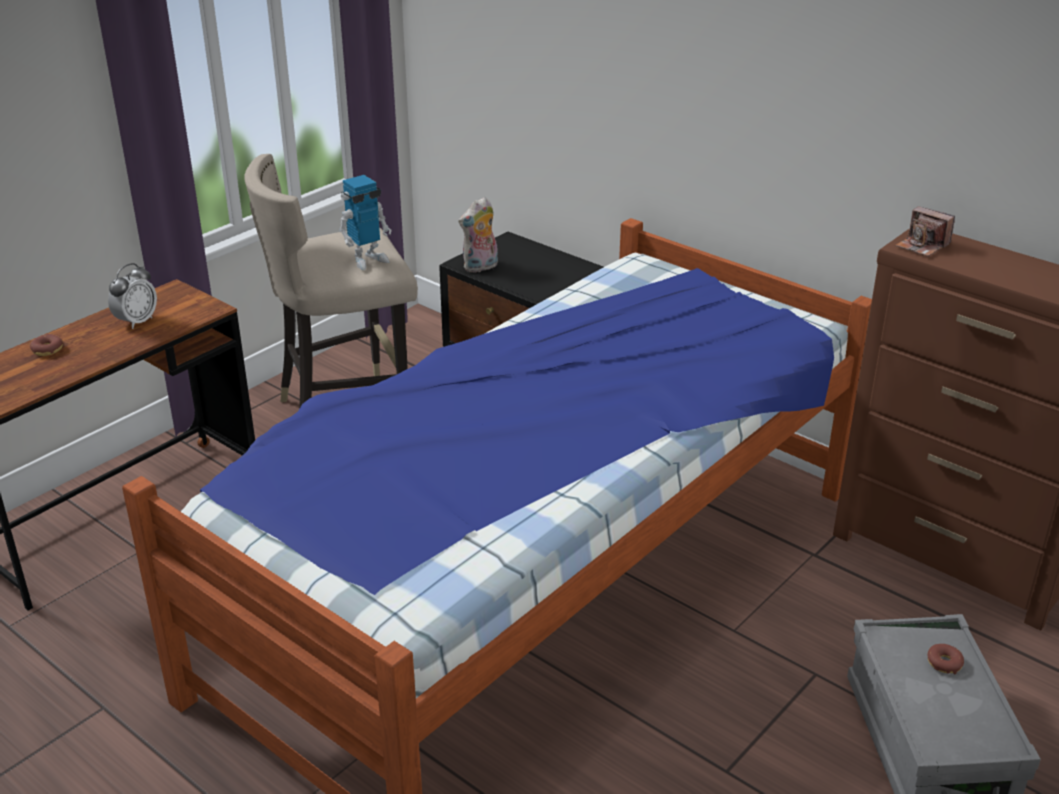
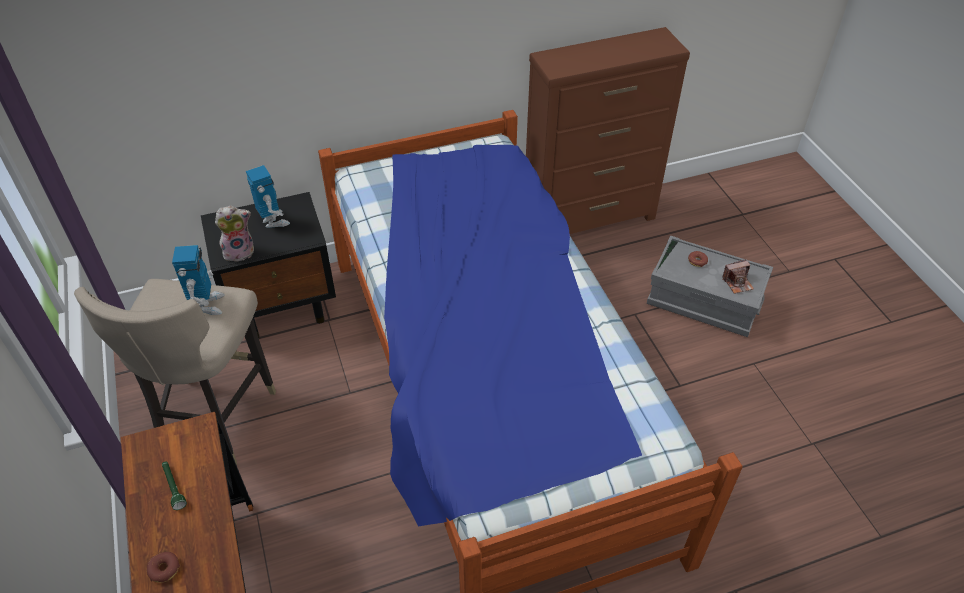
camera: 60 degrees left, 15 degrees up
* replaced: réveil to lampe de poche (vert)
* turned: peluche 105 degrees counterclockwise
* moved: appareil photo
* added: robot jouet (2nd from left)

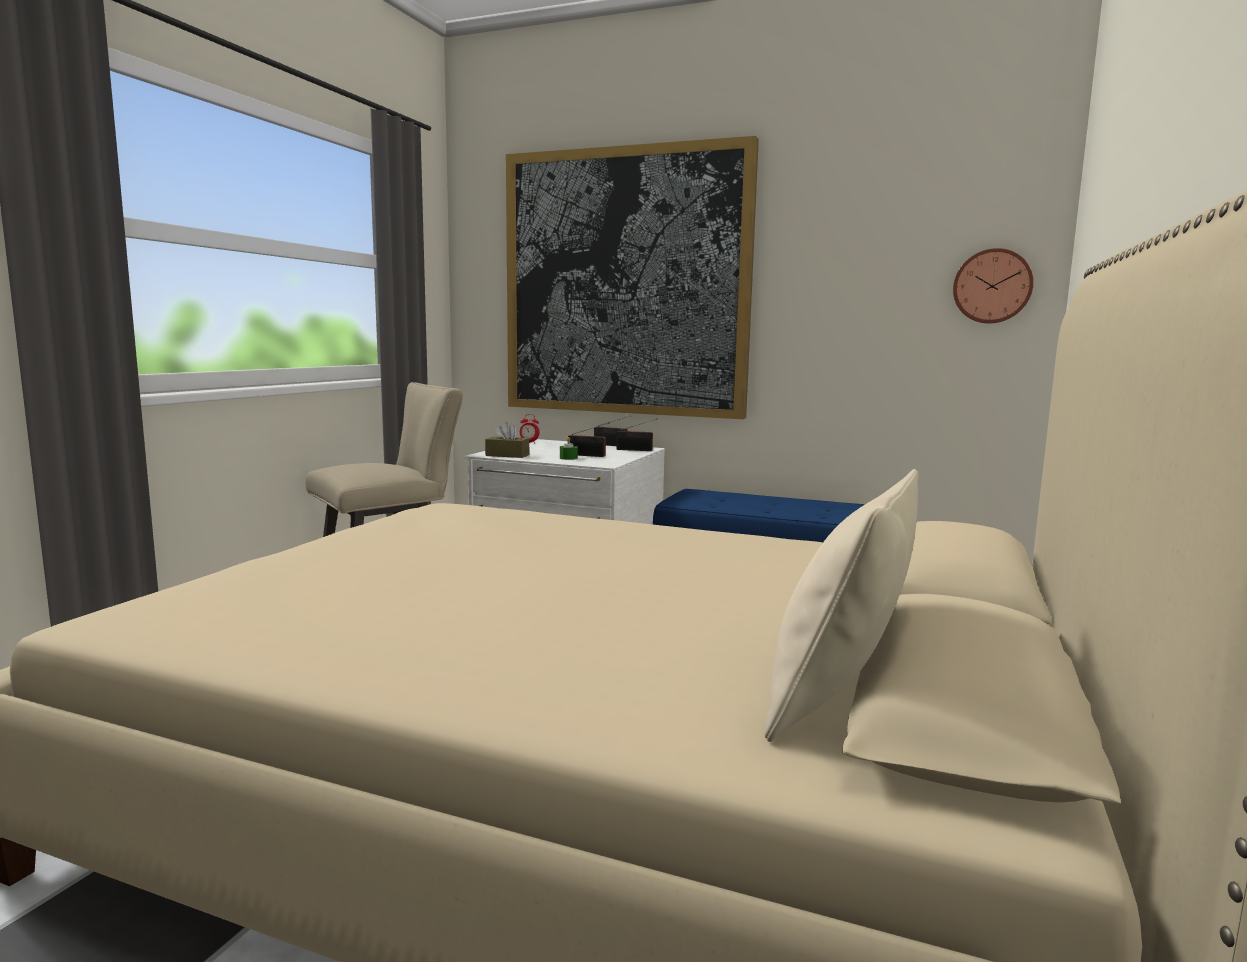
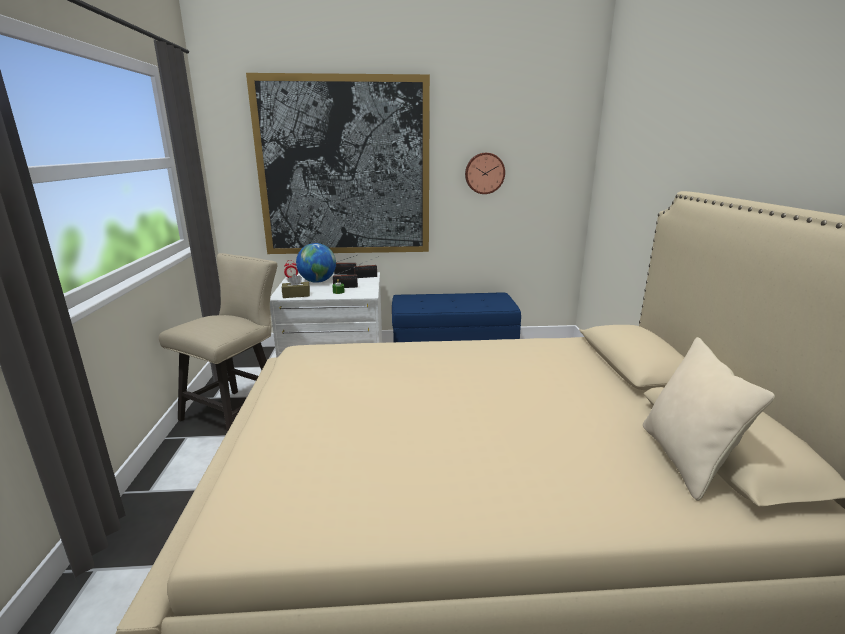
camera: 25 degrees left, 10 degrees up
* moved: horloge murale
* added: globe

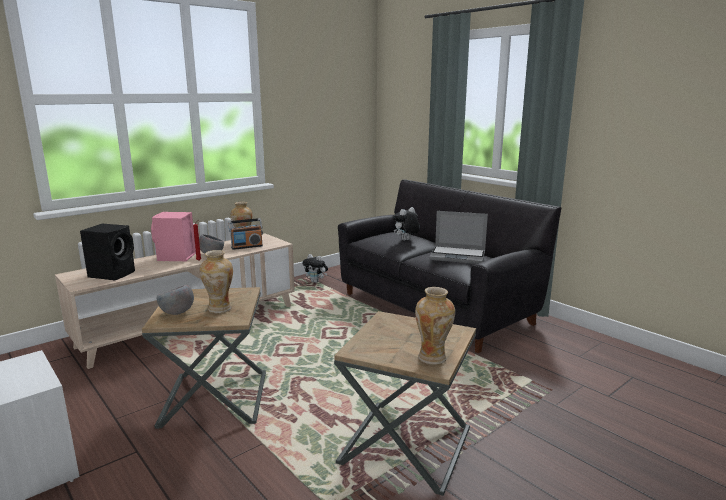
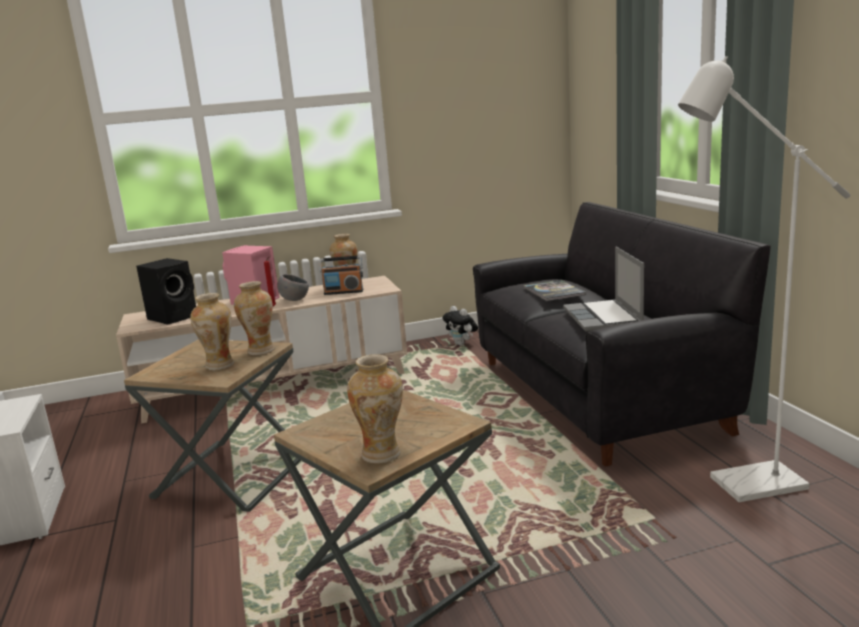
camera: 25 degrees right, 0 degrees up
* removed: bol (gris) (1st from left)
* replaced: peluche (2nd from left) to livre
* turned: ordinateur portable 45 degrees clockwise
* added: vase (2nd from left)
* added: lampadaire (blanc)

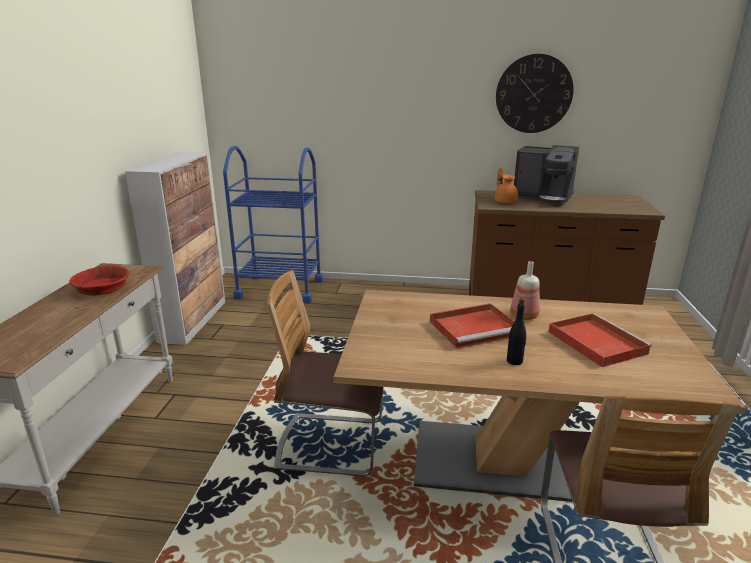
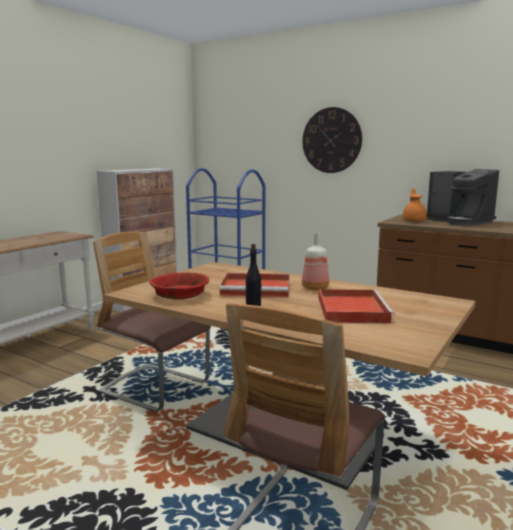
camera: 25 degrees right, 10 degrees down
* moved: bol (rouge)
* moved: horloge murale

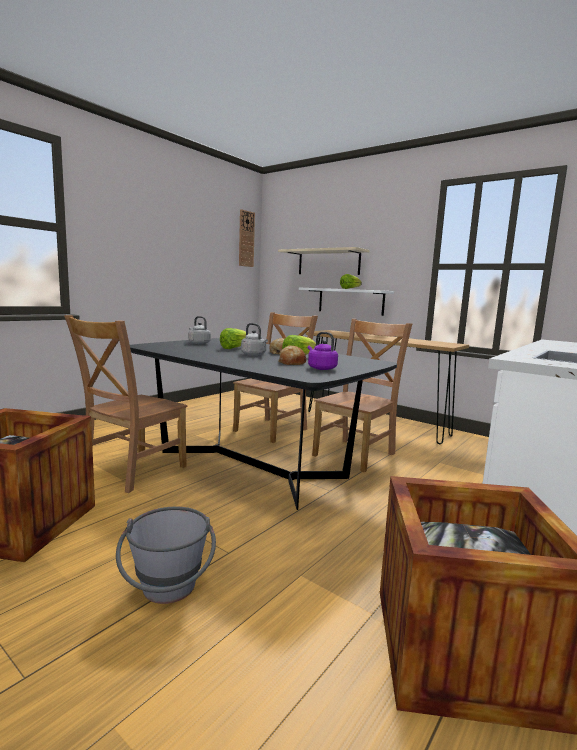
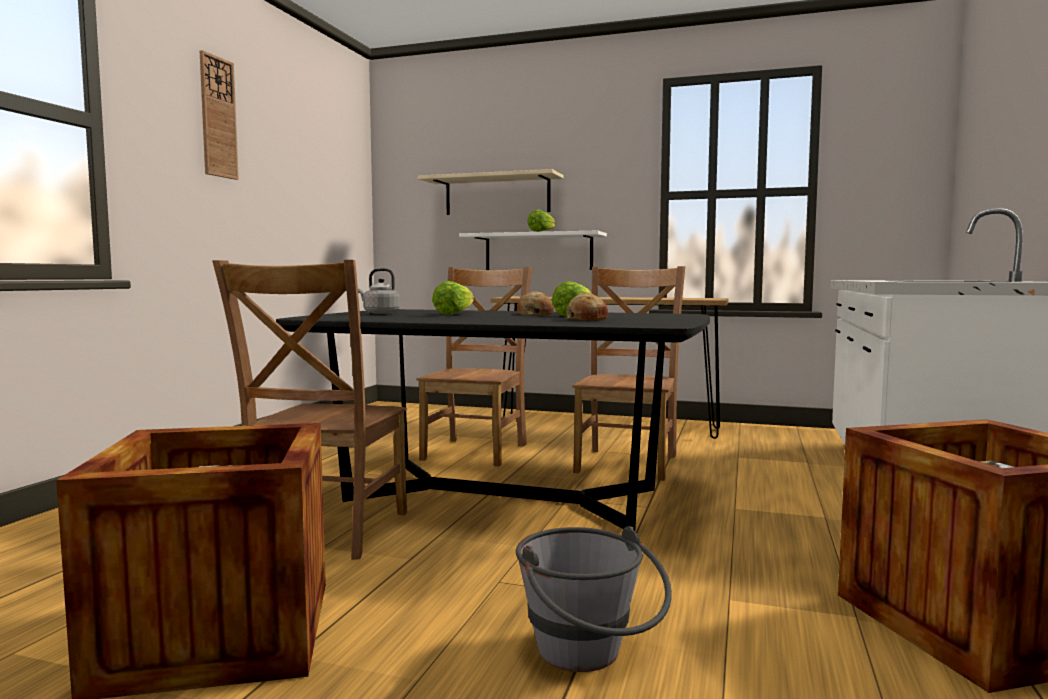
camera: 20 degrees left, 5 degrees down
* moved: horloge murale
* removed: bouilloire (gris) (2nd from left)
* removed: bouilloire (violet)

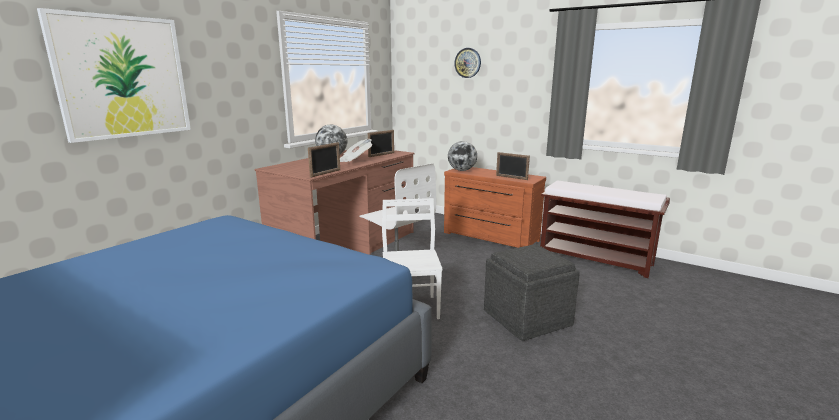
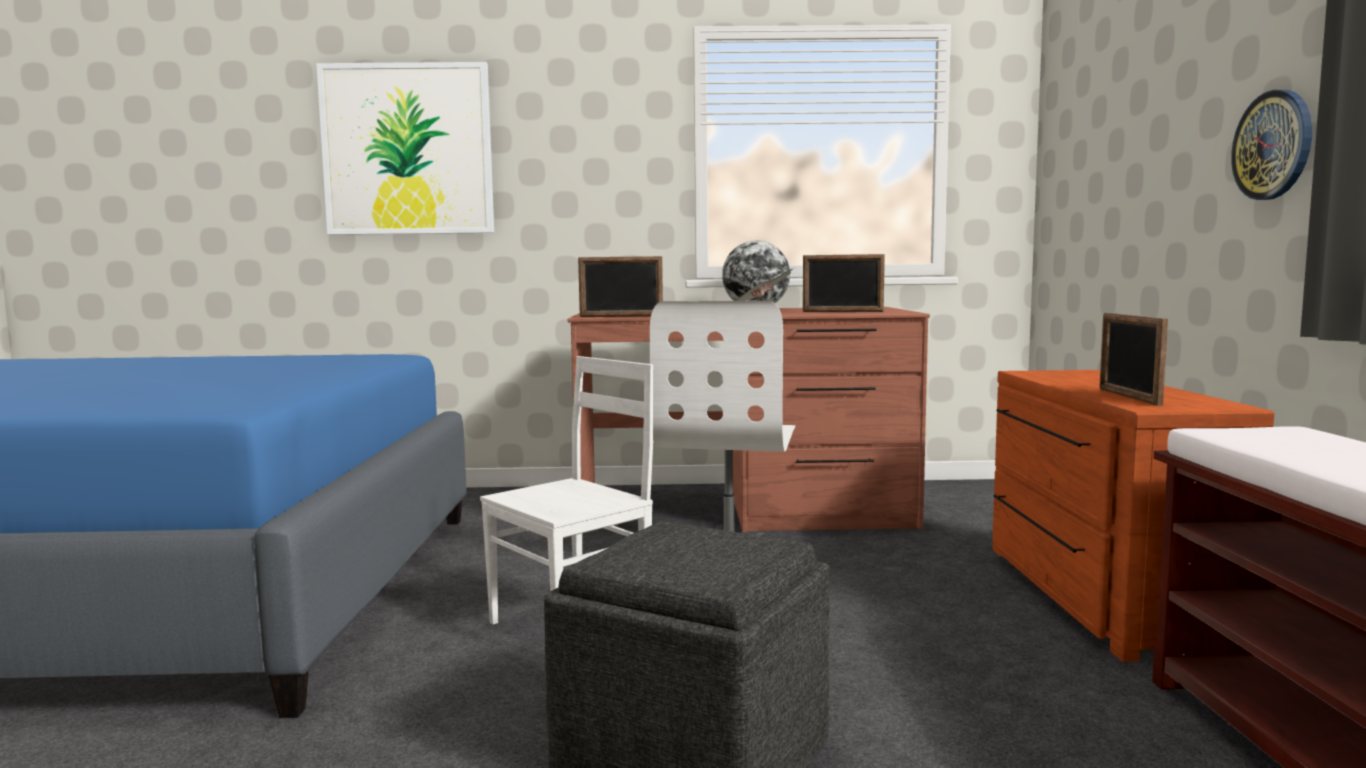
camera: 55 degrees right, 10 degrees down
* removed: globe (2nd from left)
* moved: horloge murale

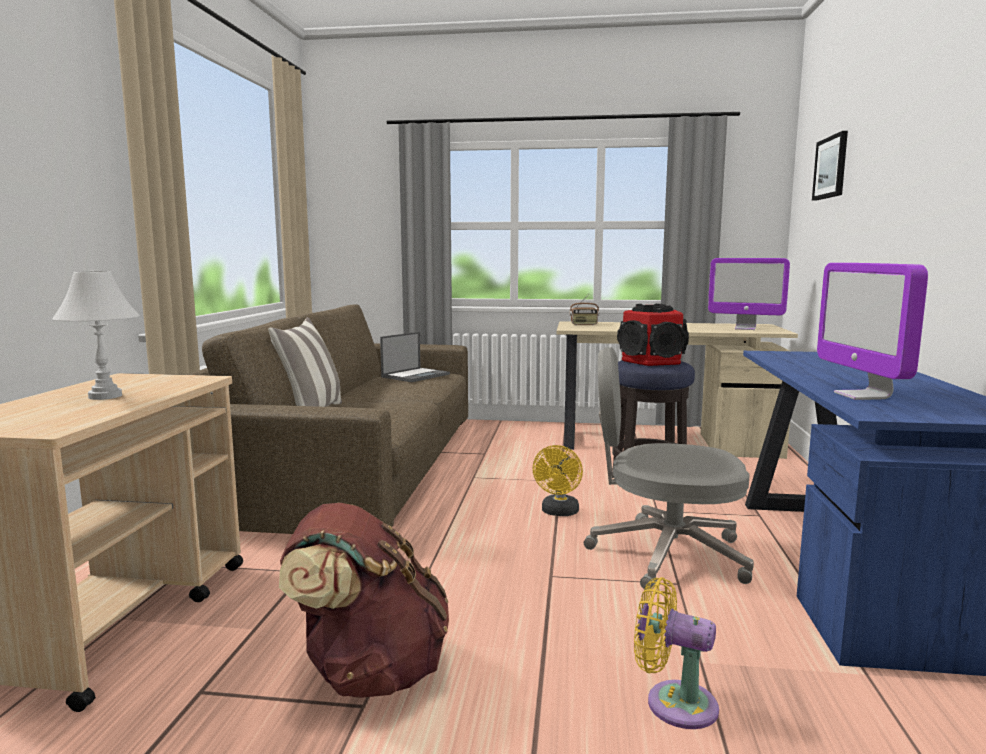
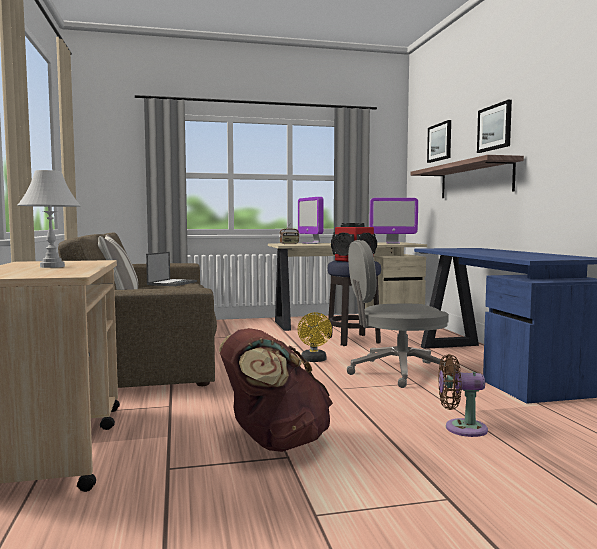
camera: 20 degrees left, 5 degrees down
* recoloured: ventilateur (jaune) (2nd from left) to ventilateur (marron)
* moved: écran d'ordinateur (2nd from left in the first image) to écran d'ordinateur (1st from left)
* added: étagère
* added: tableau (2nd from left)

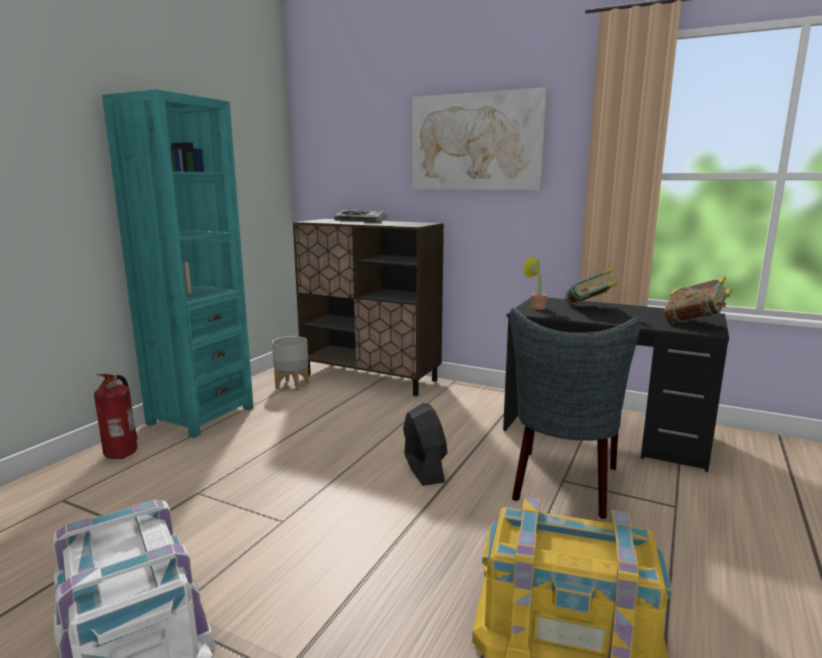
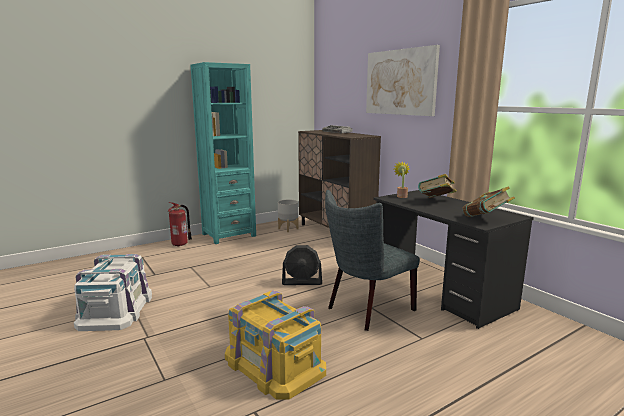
camera: 30 degrees right, 0 degrees up
* turned: ventilateur (noir) 75 degrees clockwise

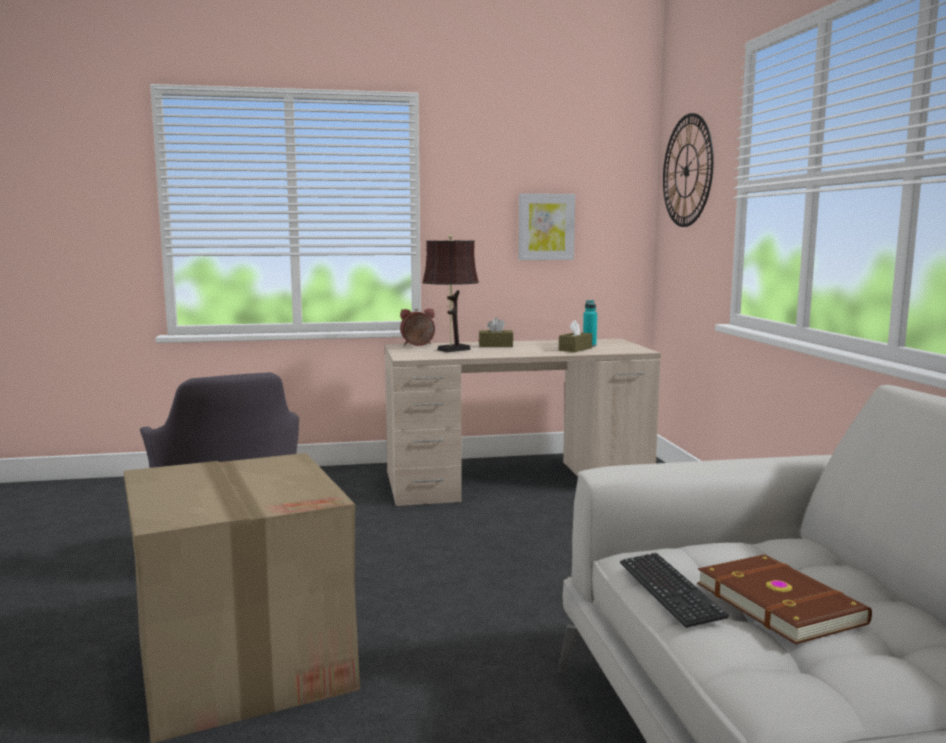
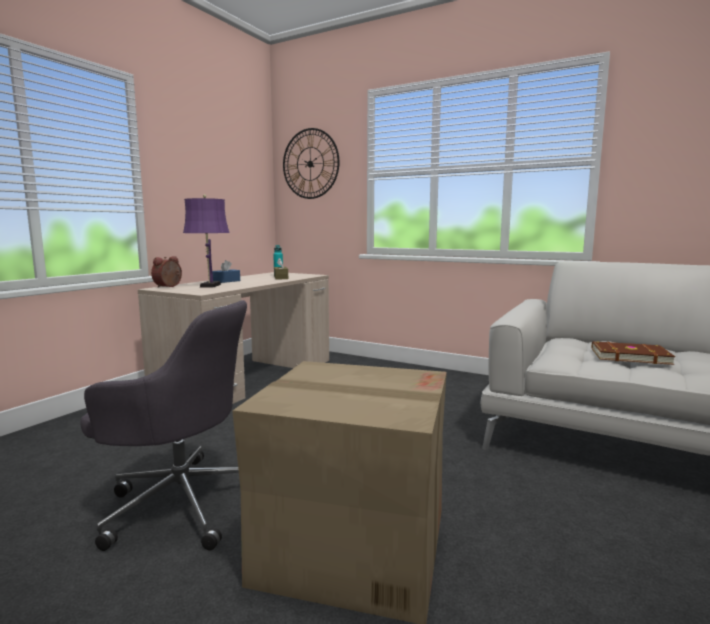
camera: 50 degrees left, 0 degrees up
* recoloured: lampe de table (marron) to lampe de table (violet)
* recoloured: boîte à mouchoirs (marron) (1st from left) to boîte à mouchoirs (bleu)
* removed: tableau
* removed: clavier

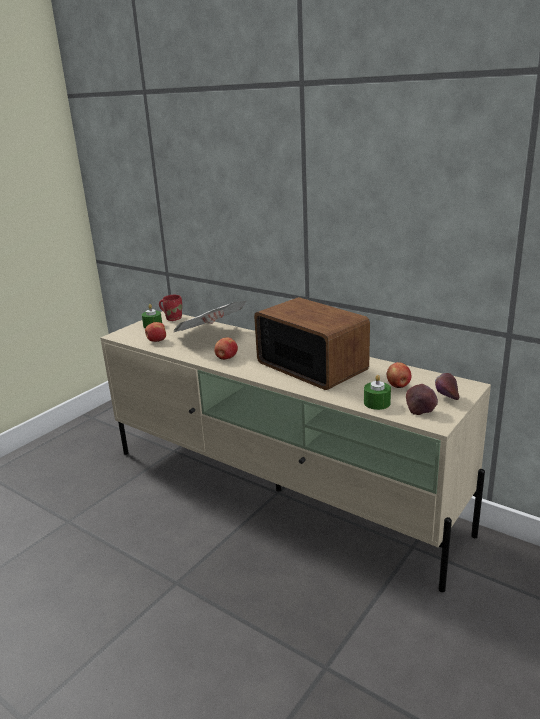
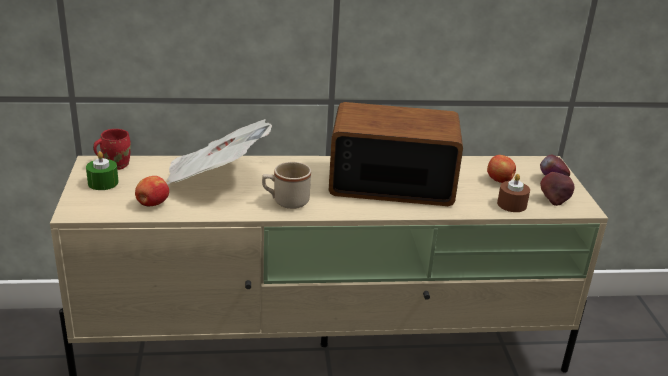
camera: 45 degrees left, 5 degrees up
* replaced: pomme (2nd from left) to mug (beige)
* recoloured: bougie (vert) (2nd from left) to bougie (marron)

